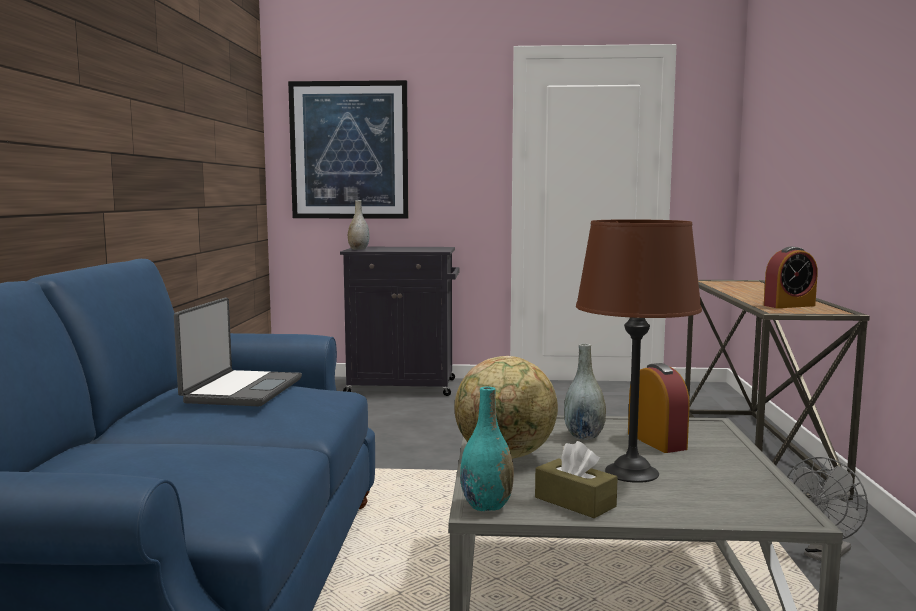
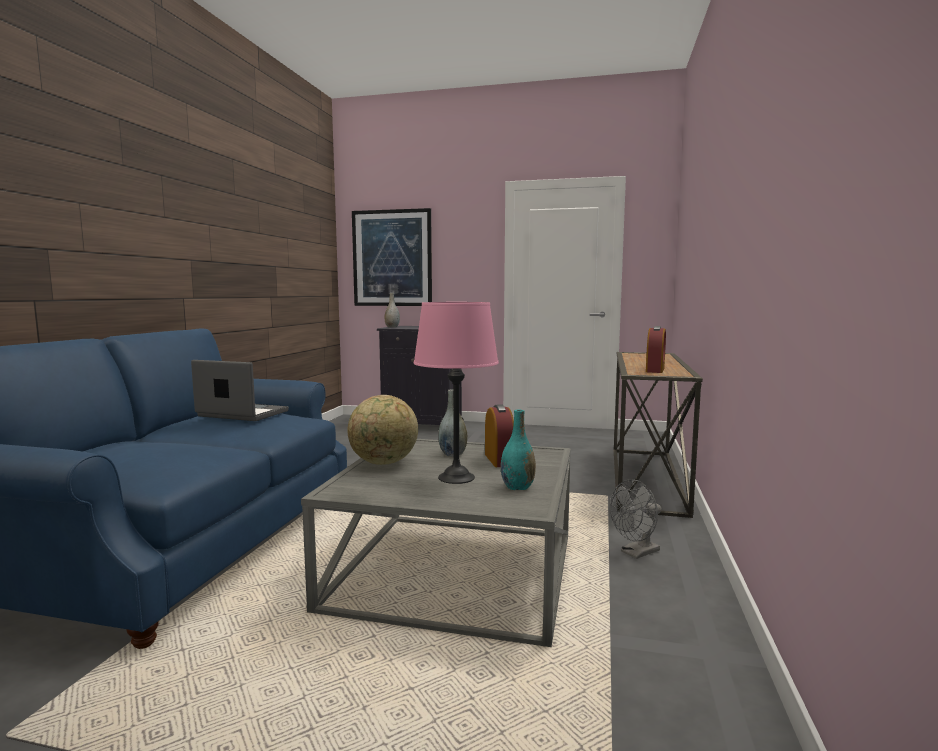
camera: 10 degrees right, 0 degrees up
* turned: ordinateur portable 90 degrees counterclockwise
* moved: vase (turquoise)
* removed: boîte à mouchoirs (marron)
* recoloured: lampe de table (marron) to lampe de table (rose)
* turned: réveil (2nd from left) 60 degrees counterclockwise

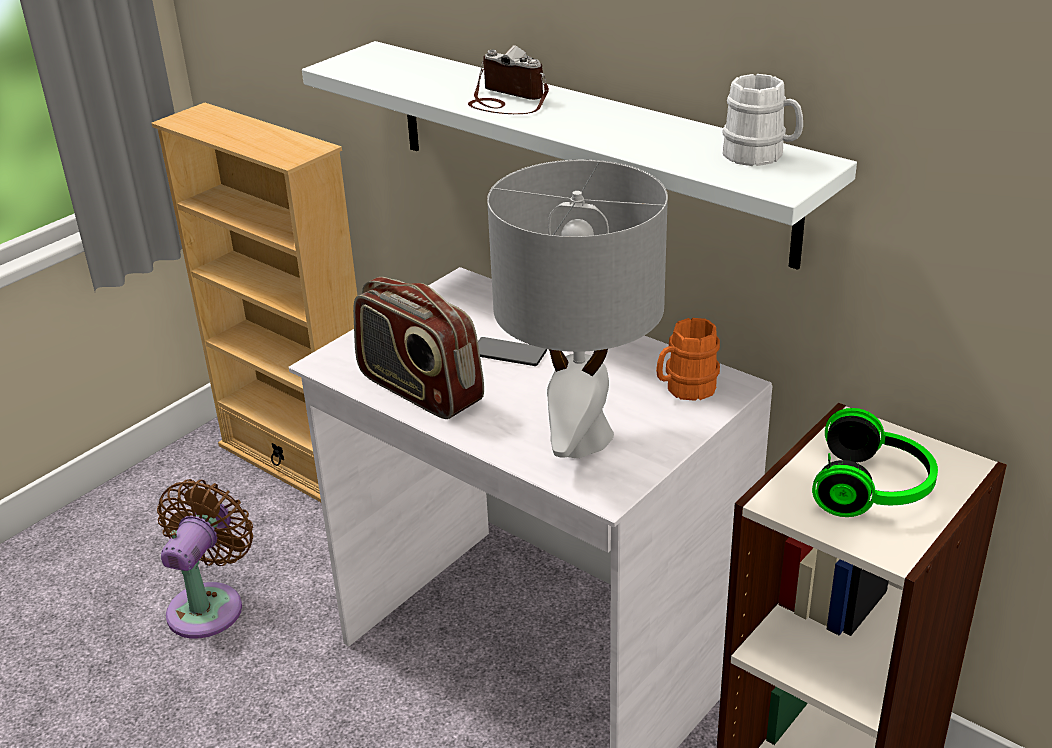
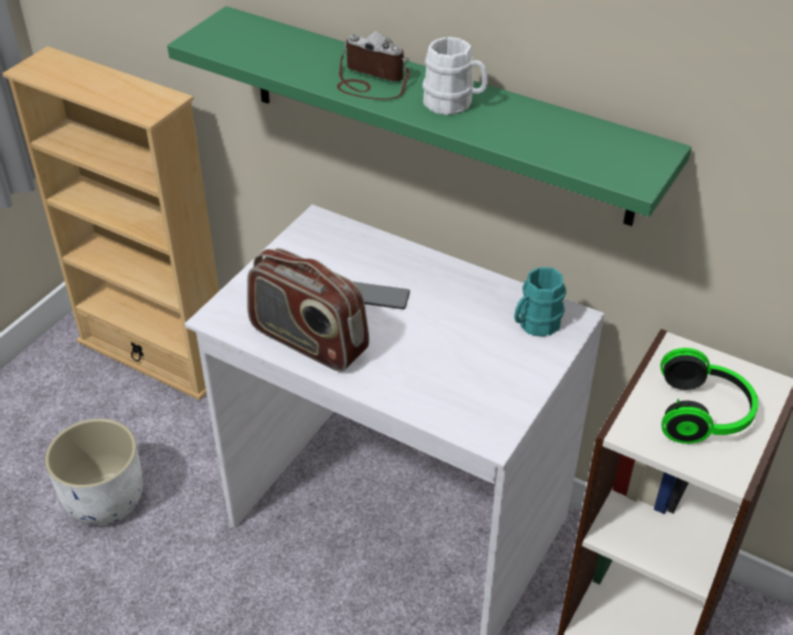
camera: 10 degrees left, 10 degrees up
* replaced: ventilateur (marron) to cache-pot (blanc)
* recoloured: étagère (blanc) to étagère (vert)
* removed: lampe de table (gris)
* recoloured: mug (orange) to mug (turquoise)
* moved: mug (blanc)

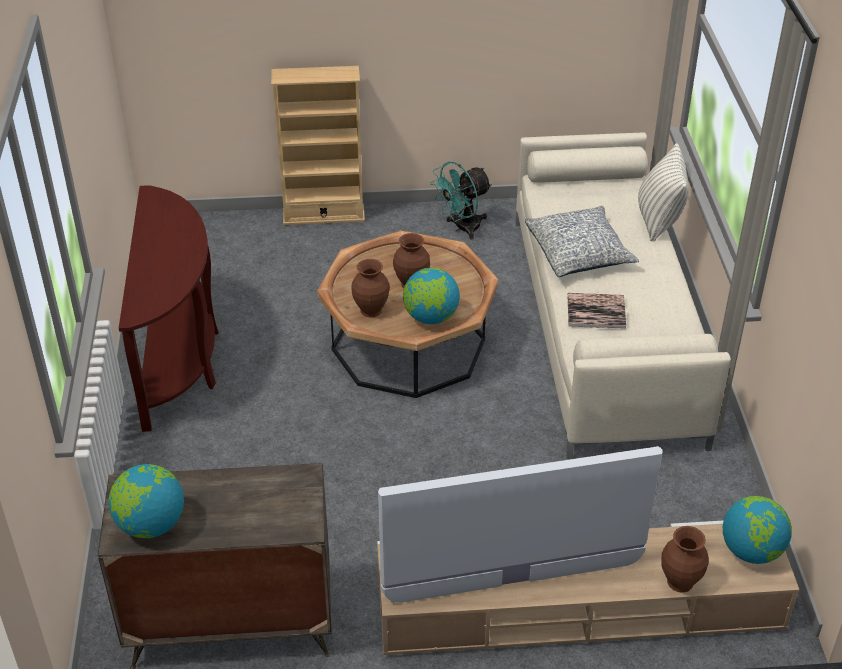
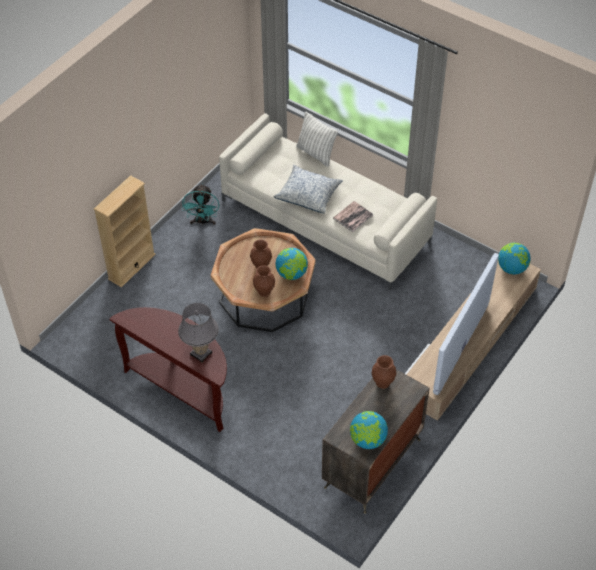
camera: 50 degrees left, 10 degrees up
* moved: vase (marron) (3rd from left)
* added: lampe de table (gris)

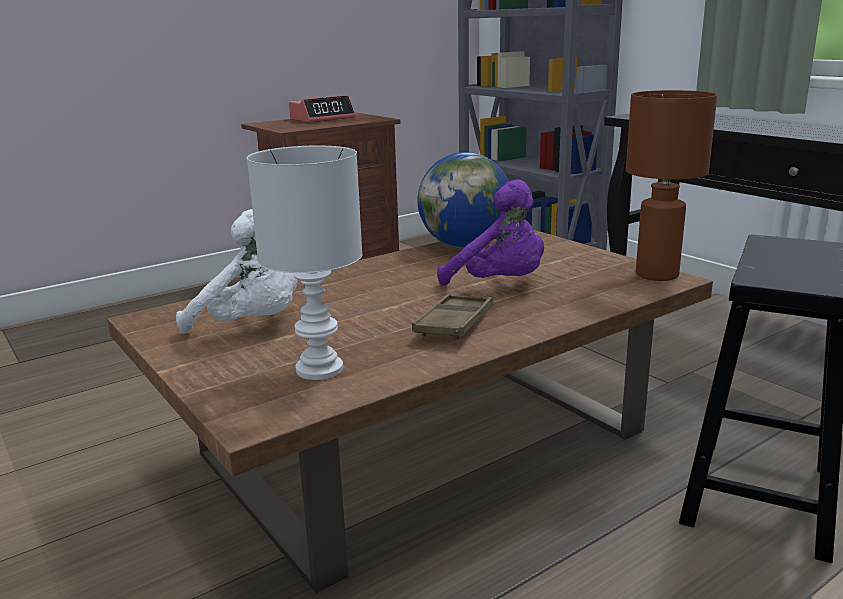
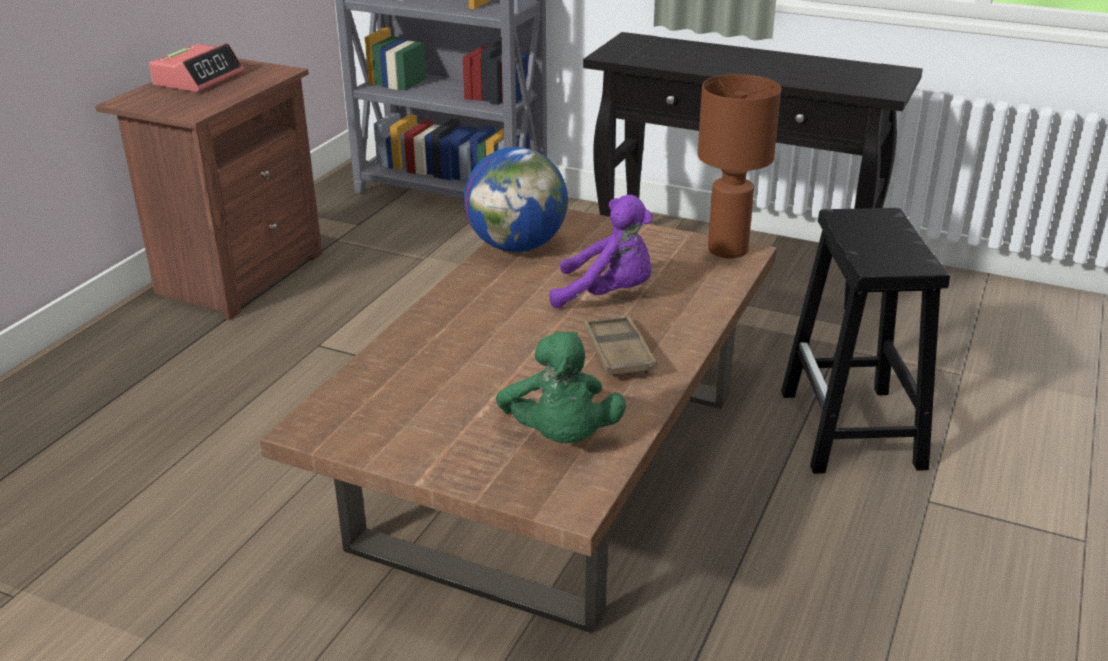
camera: 30 degrees left, 10 degrees up
* removed: peluche (blanc)
* replaced: lampe de table (blanc) to peluche (vert)

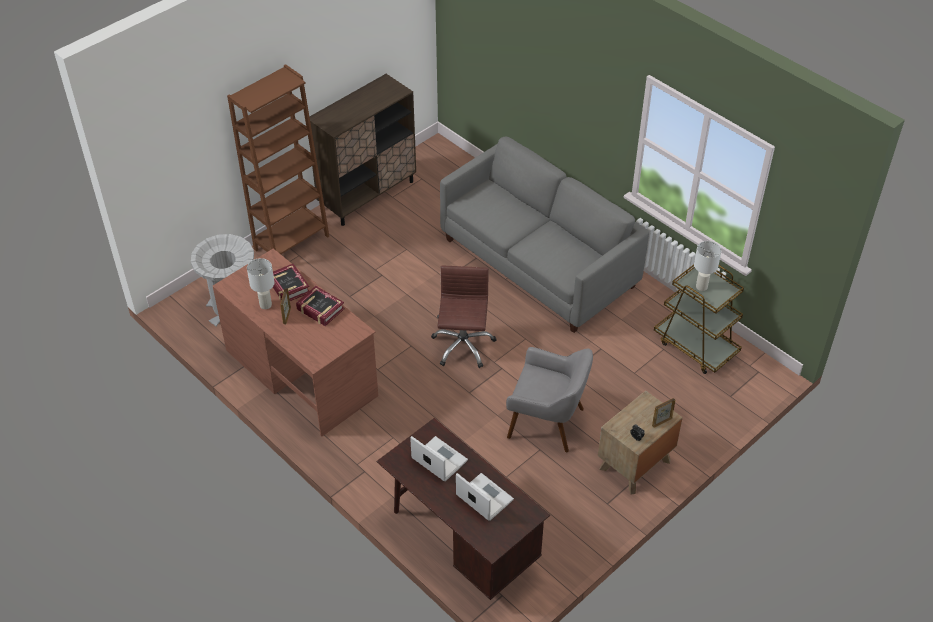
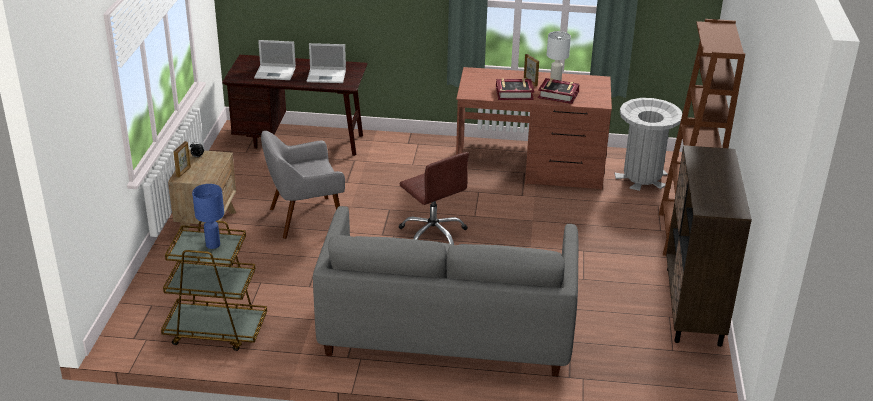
camera: 140 degrees right, 15 degrees down
* recoloured: lampe de table (blanc) (2nd from left) to lampe de table (bleu)

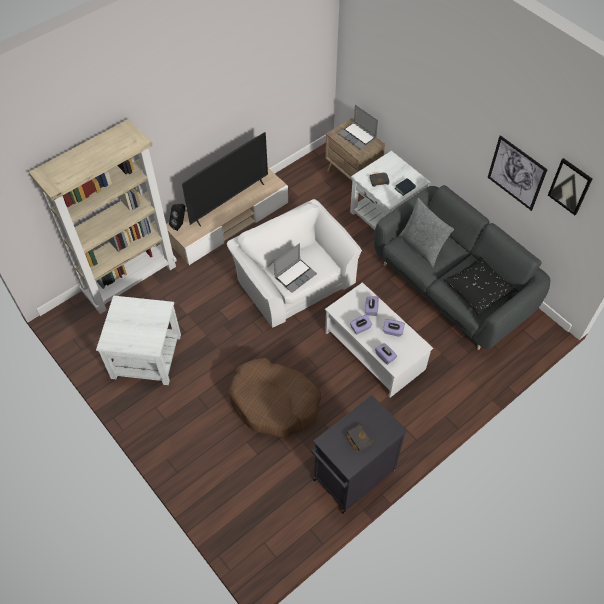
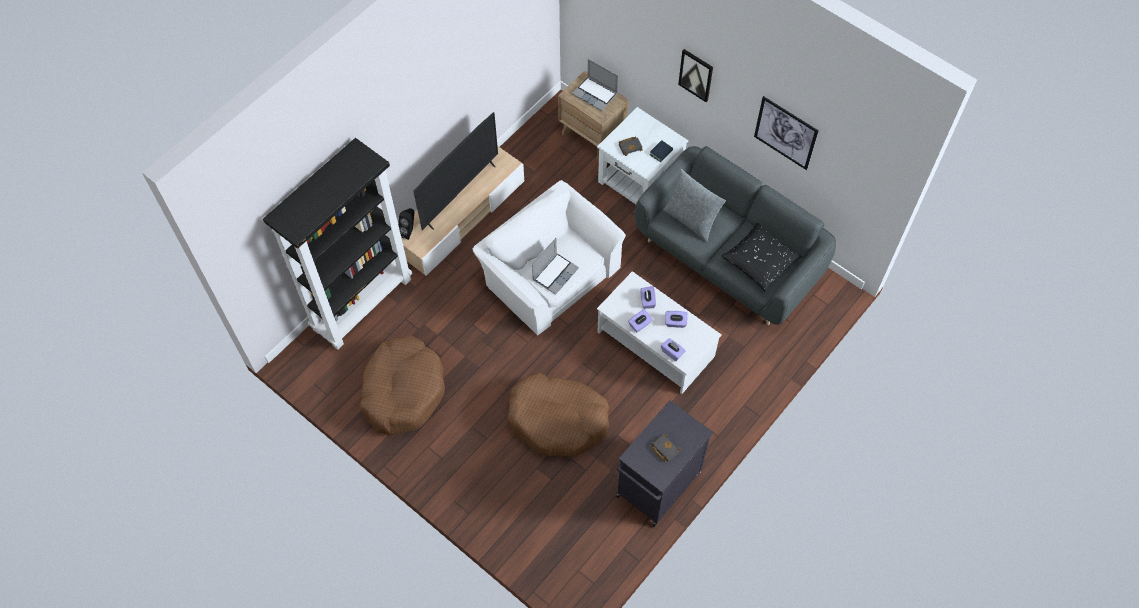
camera: 10 degrees left, 5 degrees up
* recoloured: bibliothèque (beige) to bibliothèque (noir)
* replaced: table d'appoint (blanc) (1st from left) to panier pour chien (marron) (1st from left)
* moved: tableau (2nd from left in the first image) to tableau (1st from left)

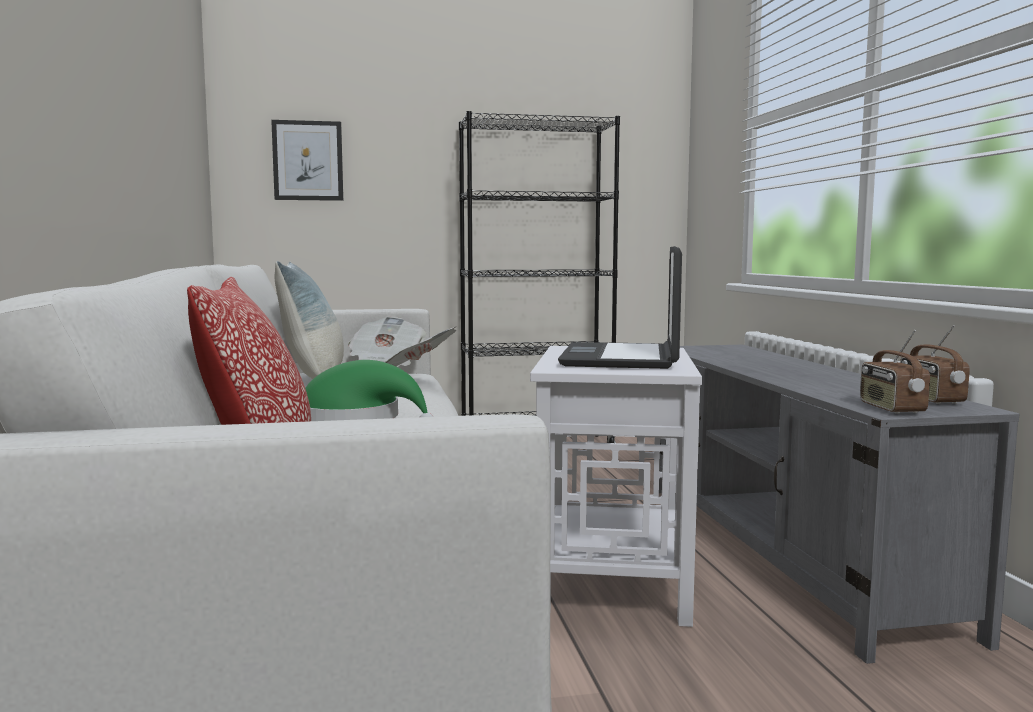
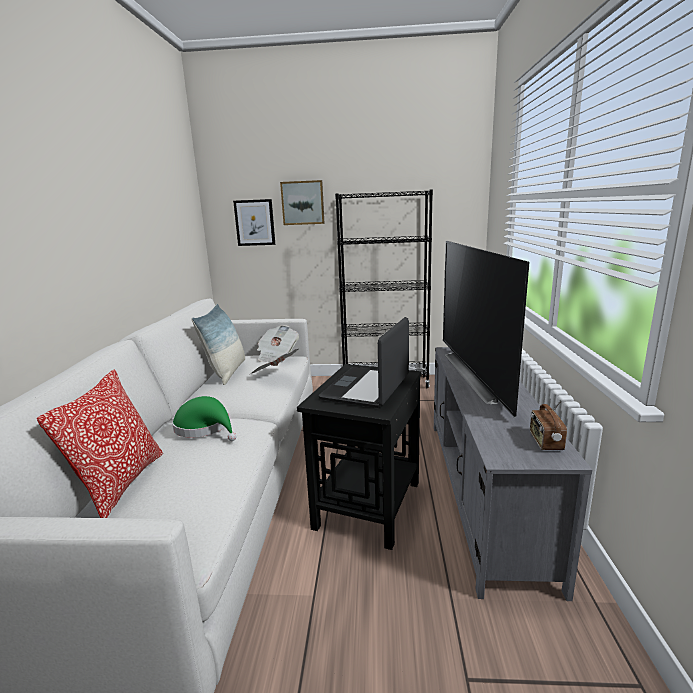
camera: 15 degrees right, 10 degrees up
* recoloured: table d'appoint (blanc) to table d'appoint (noir)
* removed: radio (1st from left)
* added: tableau (2nd from left)
* added: téléviseur

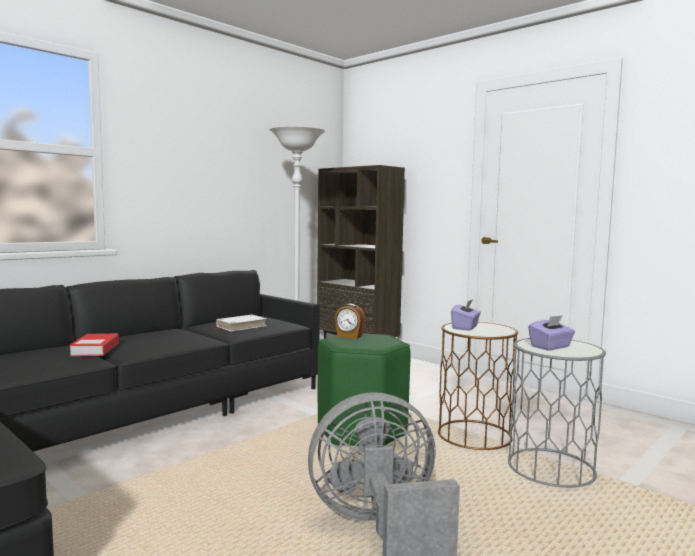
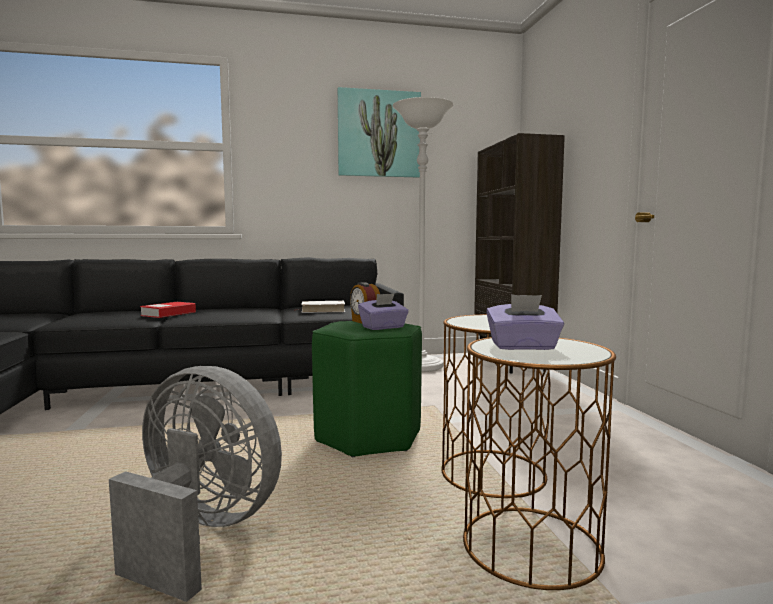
camera: 35 degrees right, 0 degrees up
* moved: boîte à mouchoirs (violet) (1st from left)
* recoloured: table d'appoint (gris) to table d'appoint (marron) (2nd from left)
* added: tableau

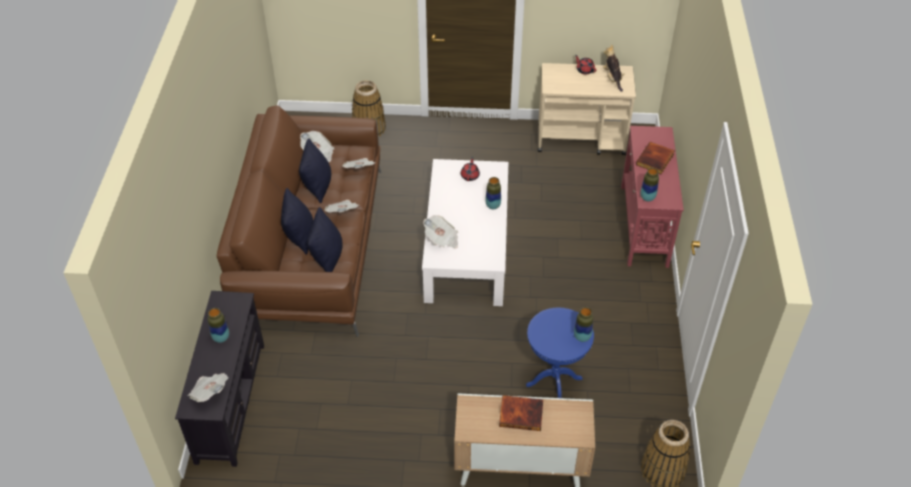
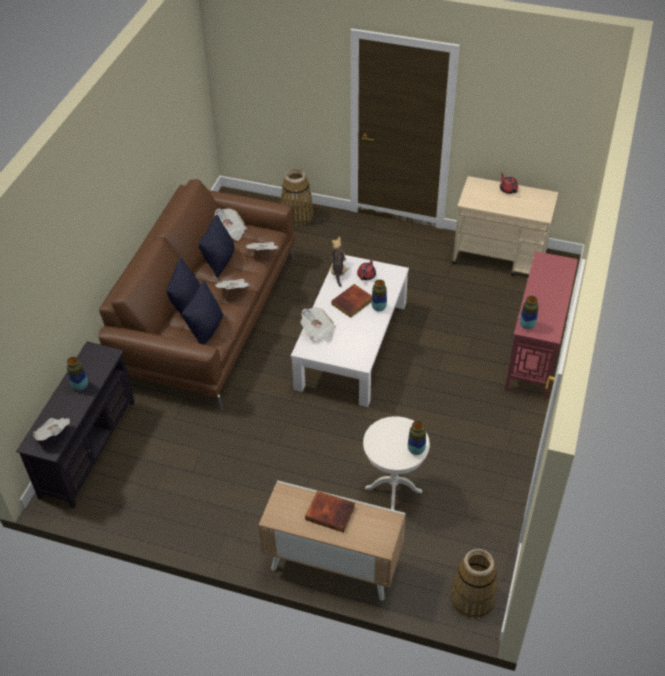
camera: 15 degrees right, 0 degrees up
* recoloured: table d'appoint (bleu) to table d'appoint (blanc)
* moved: peluche
* moved: livre (2nd from left)

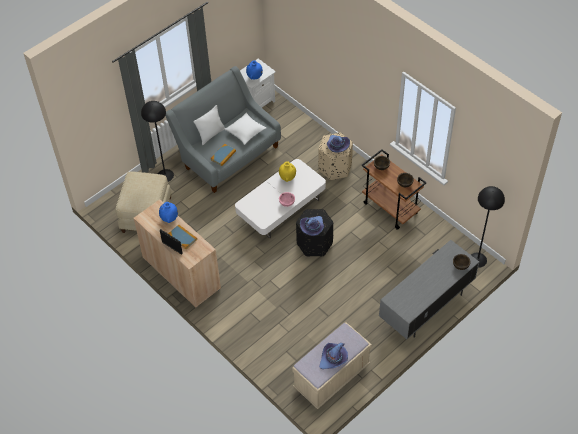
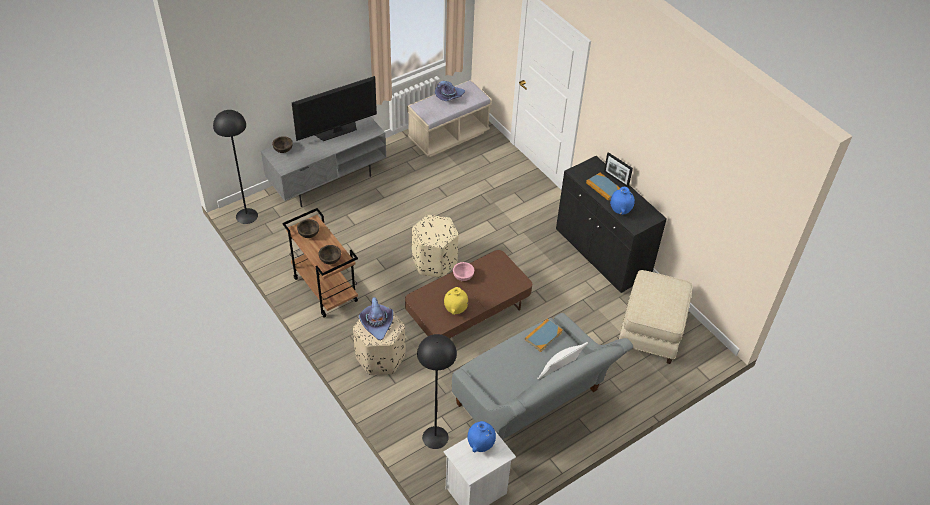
camera: 175 degrees left, 5 degrees down
* recoloured: meuble de rangement (beige) to meuble de rangement (noir)
* moved: lampadaire (noir) (1st from left in the first image) to lampadaire (noir) (2nd from left)
* removed: coussin (blanc) (2nd from left)
* recoloured: table basse (blanc) to table basse (marron)
* recoloured: pouf (noir) to pouf (beige) (2nd from left)
* removed: chapeau (violet) (1st from left)
* added: téléviseur

